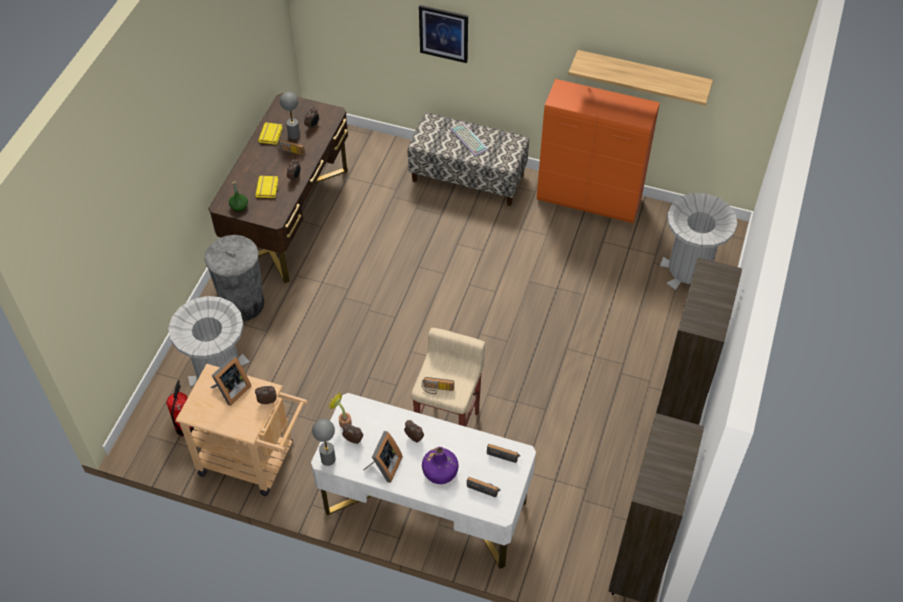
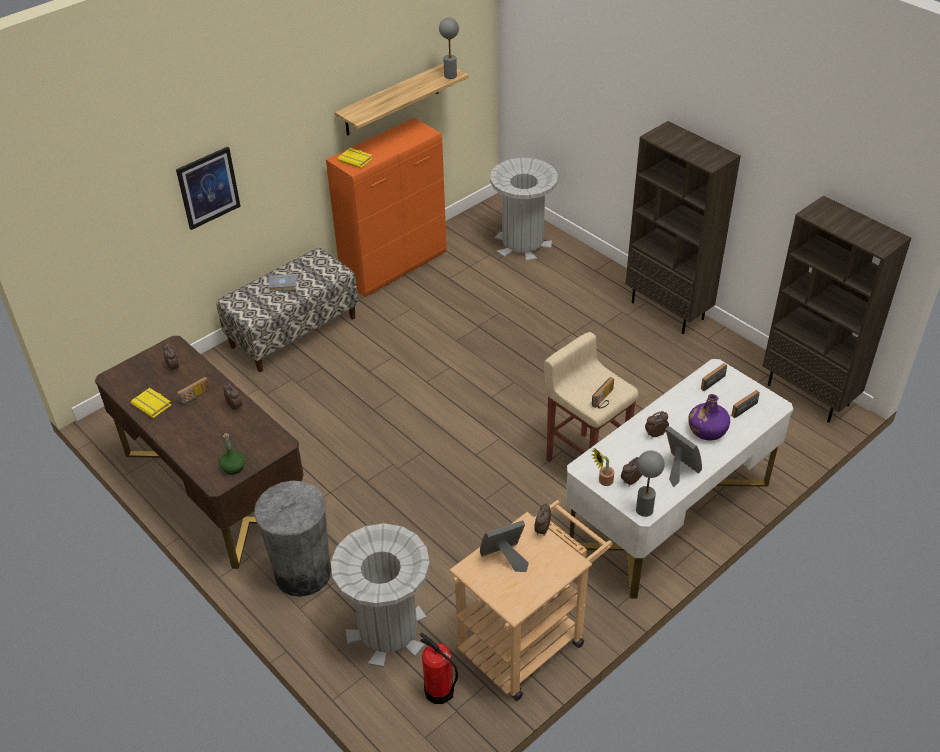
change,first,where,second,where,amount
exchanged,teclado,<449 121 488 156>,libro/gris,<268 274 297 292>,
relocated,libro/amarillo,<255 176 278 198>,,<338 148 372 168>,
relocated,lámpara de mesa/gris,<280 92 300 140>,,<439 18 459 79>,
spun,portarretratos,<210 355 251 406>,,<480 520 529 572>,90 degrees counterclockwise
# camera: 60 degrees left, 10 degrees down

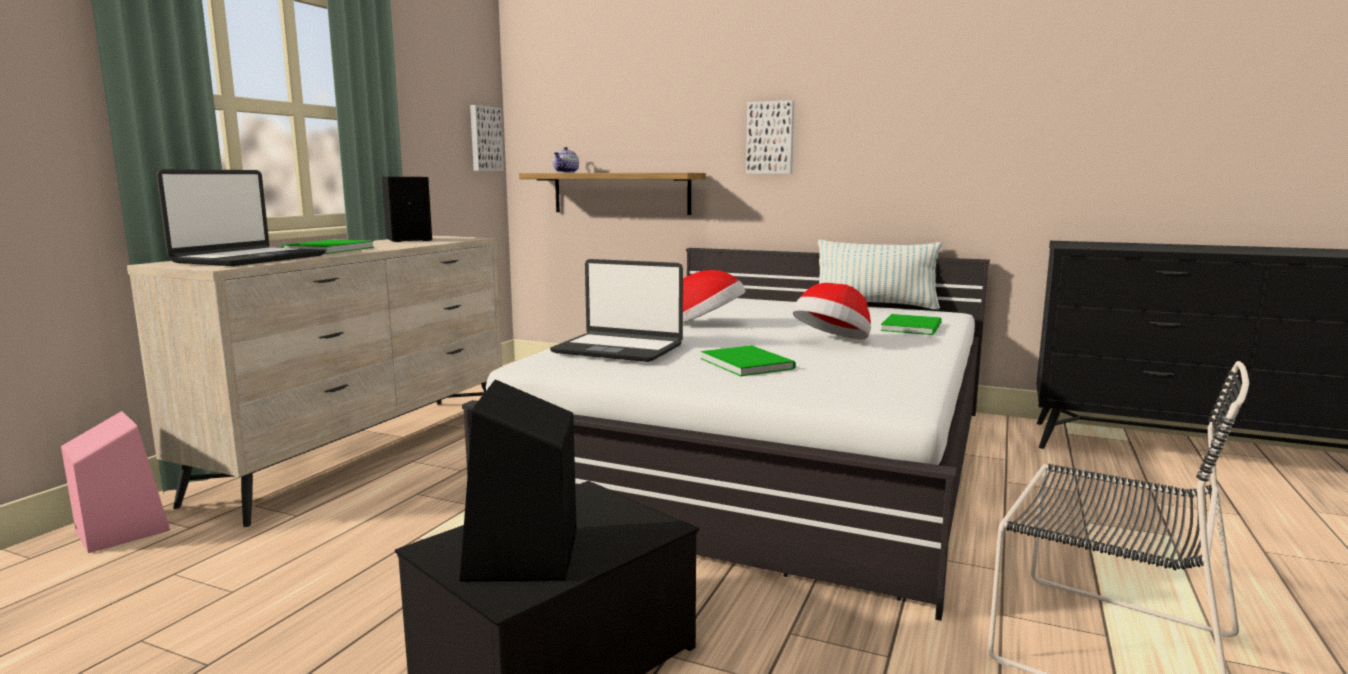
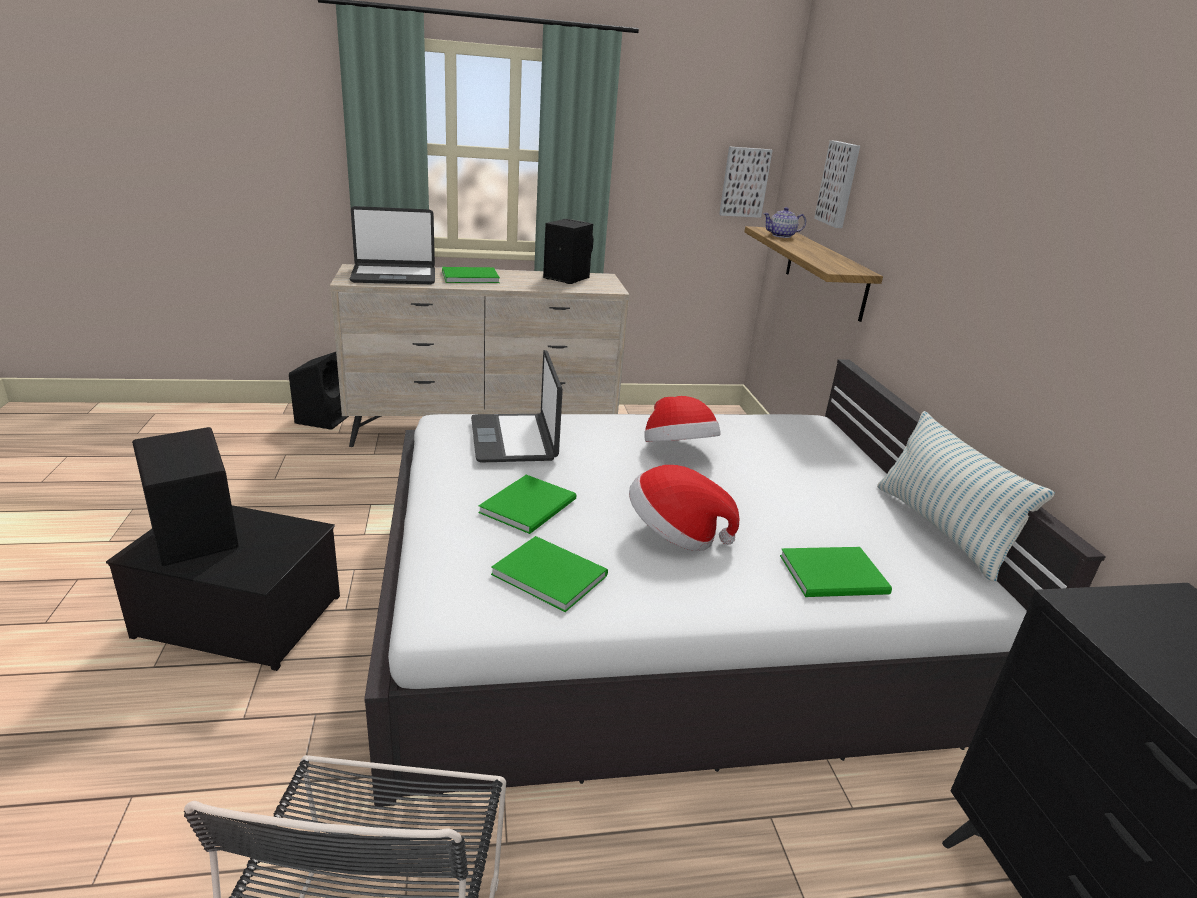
change,first,where,second,where,amount
colour,altavoz/rosa,<61 411 170 553>,altavoz/negro,<289 352 349 430>,
appeared,,,libro/verde,<491 536 608 612>,
relocated,cuadro,<746 100 794 174>,,<814 140 860 228>,
# camera: 55 degrees right, 15 degrees up

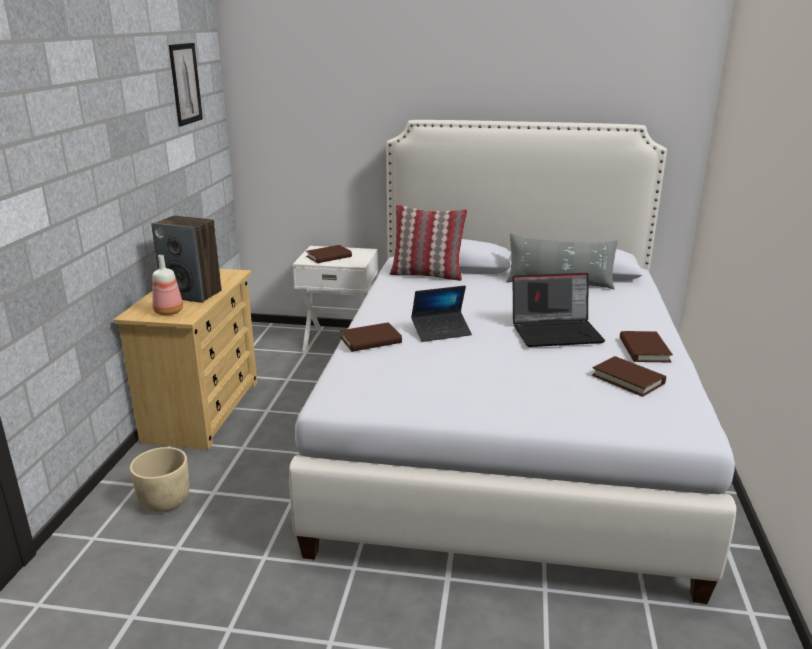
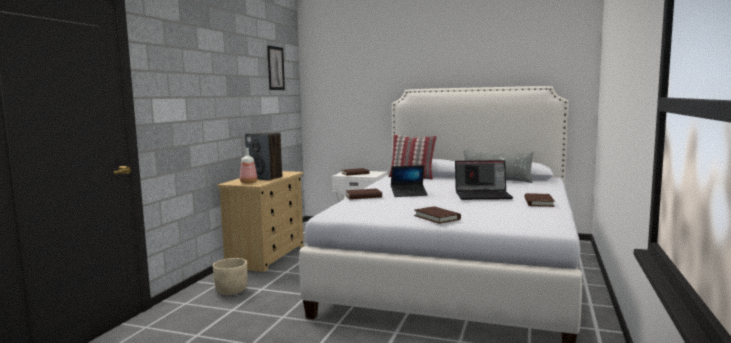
change,first,where,second,where,amount
relocated,libro/marrón,<592 356 666 397>,,<414 206 461 224>,
# camera: 10 degrees right, 15 degrees down

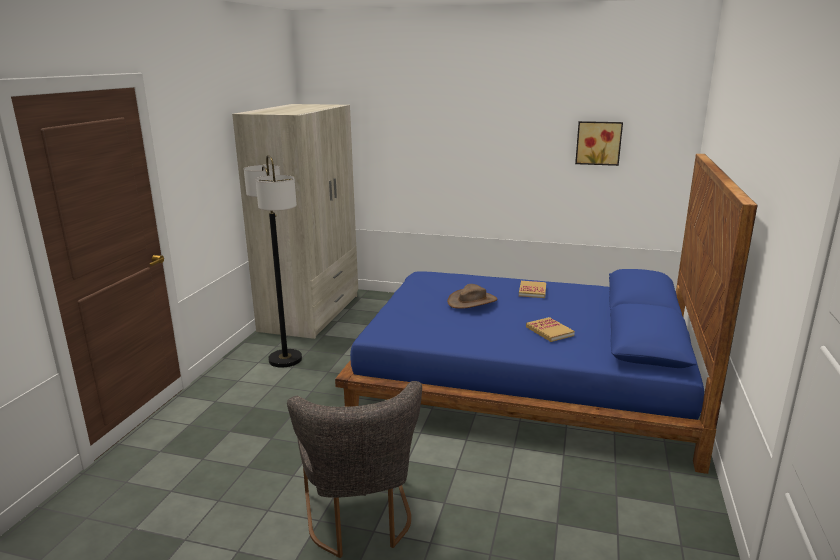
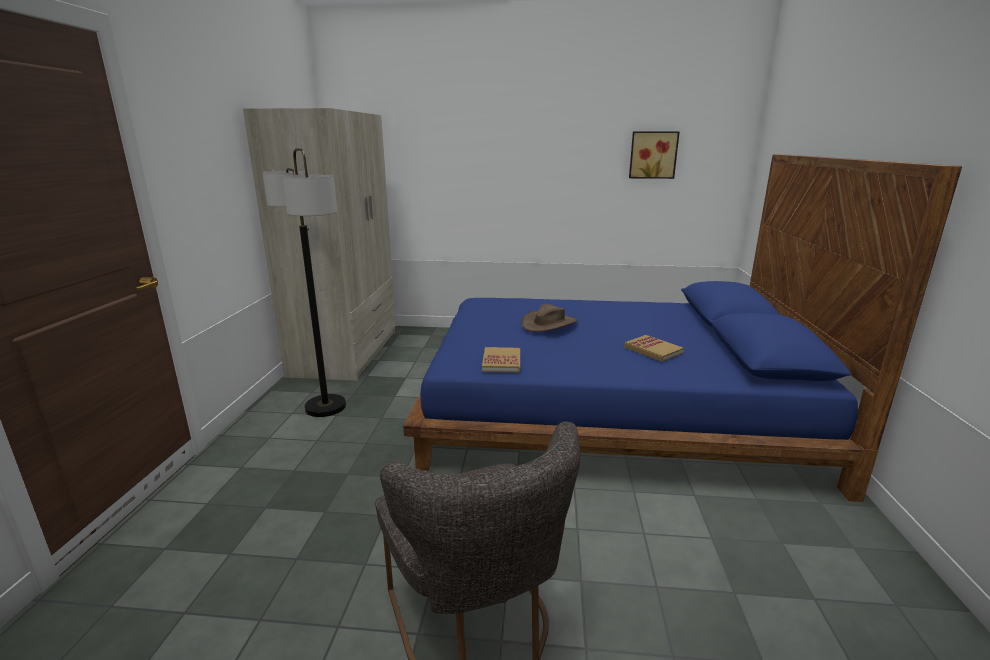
change,first,where,second,where,amount
relocated,libro,<519 281 546 298>,,<482 347 520 373>,
# camera: 10 degrees left, 0 degrees up

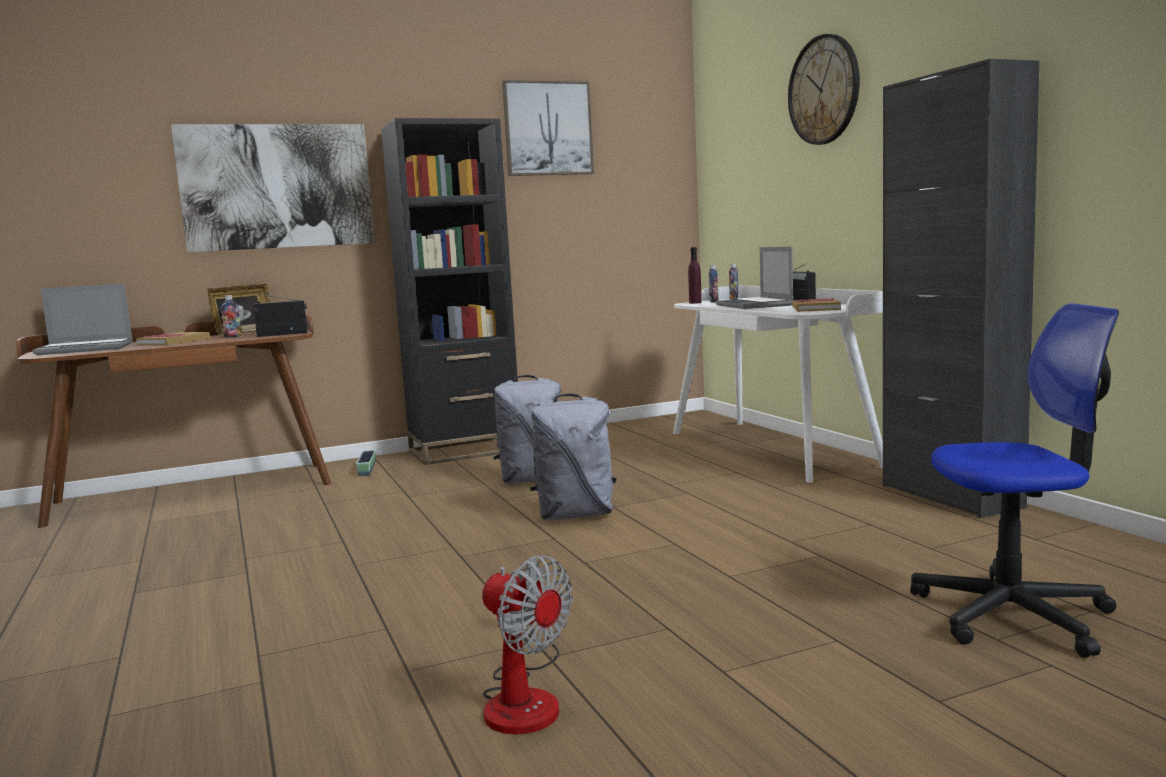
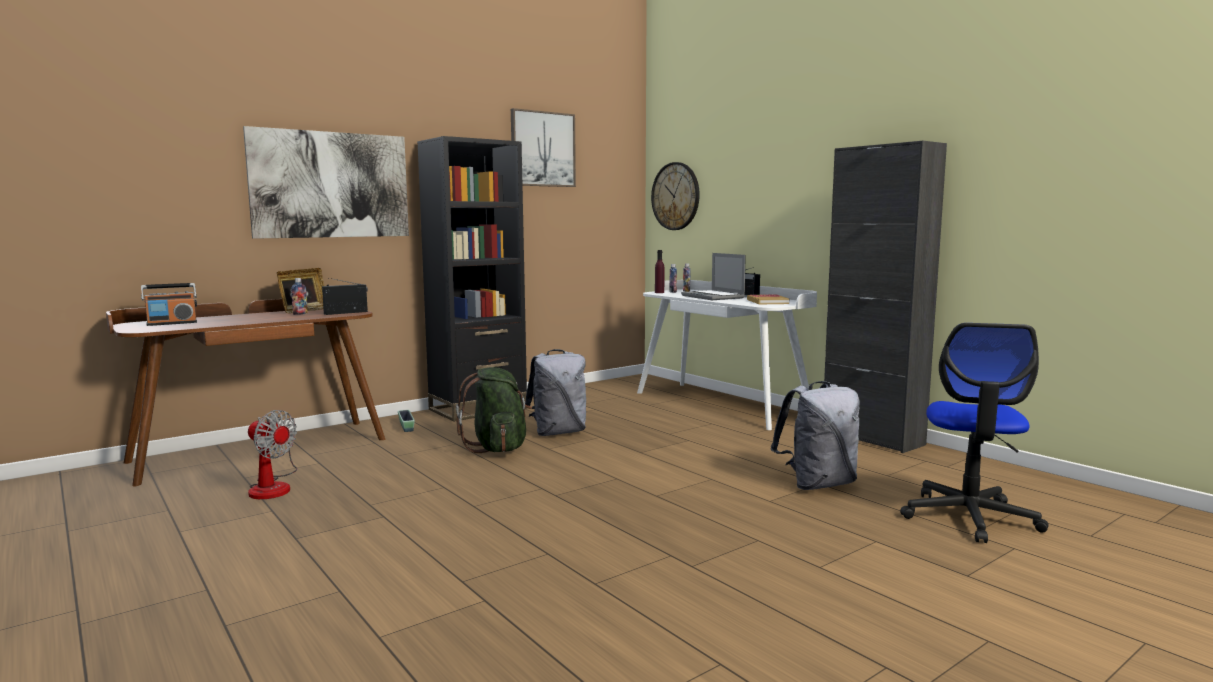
change,first,where,second,where,amount
exchanged,portátil,<33 283 133 355>,radio,<141 283 197 326>,
relocated,ventilador,<482 556 573 735>,,<248 410 298 499>,
appeared,,,mochila/verde,<456 367 532 453>,
relocated,reloj de pared,<788 34 860 145>,,<651 162 700 230>,
relocated,mochila/gris,<530 393 617 520>,,<771 381 860 490>,
spun,silla de oficina,<910 303 1119 658>,,<900 323 1049 543>,120 degrees clockwise
missing,libro,<136 332 210 346>,,,
# camera: 15 degrees left, 0 degrees up

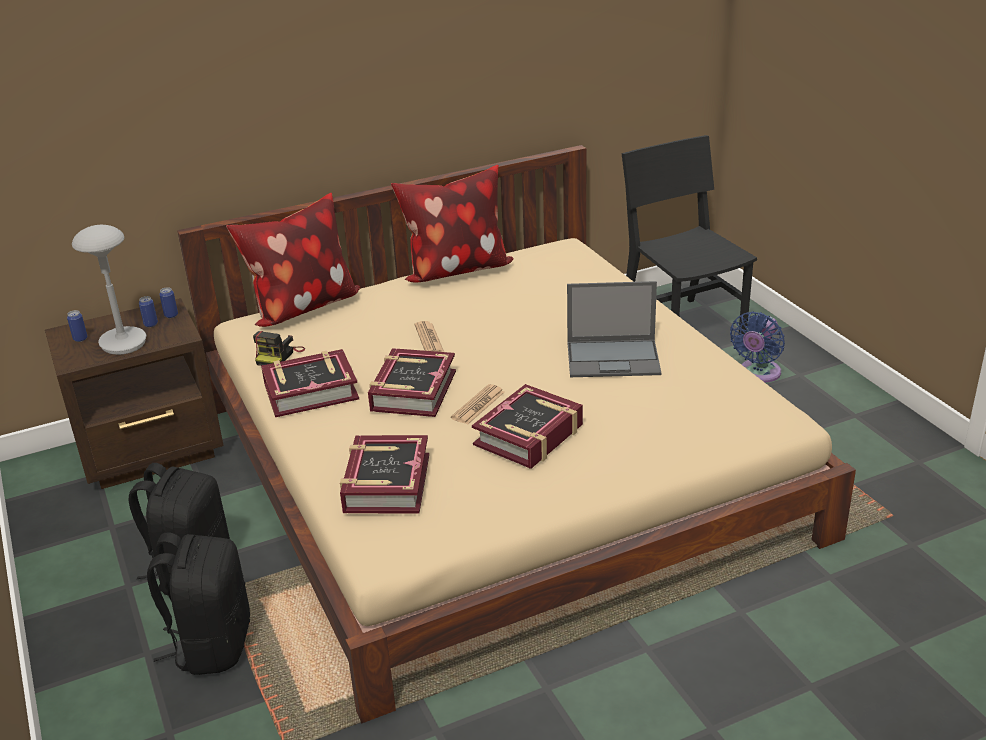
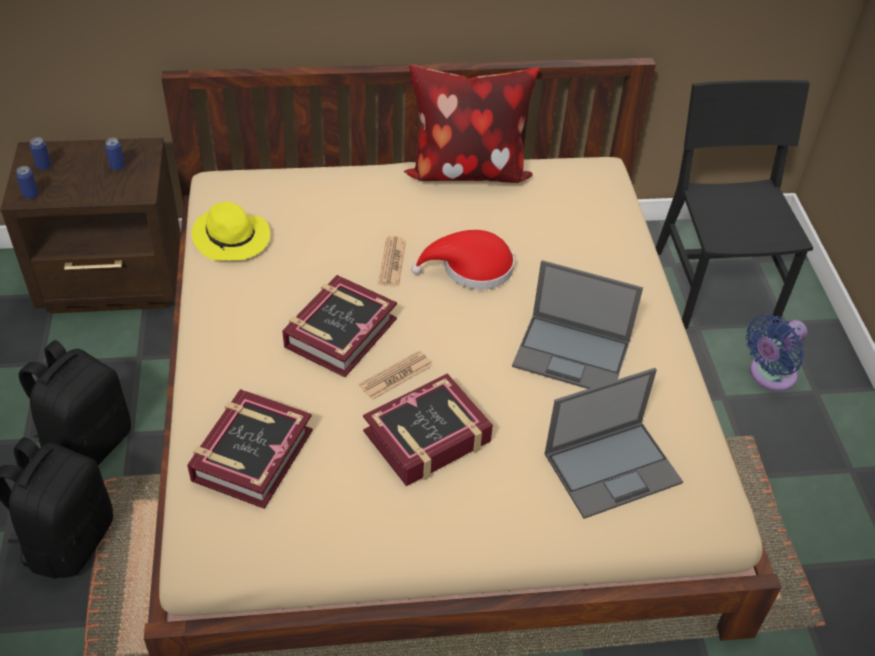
change,first,where,second,where,amount
relocated,lata,<159 287 178 318>,,<16 166 39 199>,
exchanged,cámara,<253 331 305 366>,sombrero/amarillo,<191 202 270 261>,
appeared,,,sombrero/rojo,<411 230 514 290>,
appeared,,,portátil,<544 368 683 519>,
missing,lámpara de mesa/gris,<72 225 147 355>,,,
missing,cojín,<226 193 360 327>,,,
missing,libro,<261 349 359 417>,,,
# camera: 15 degrees right, 15 degrees up

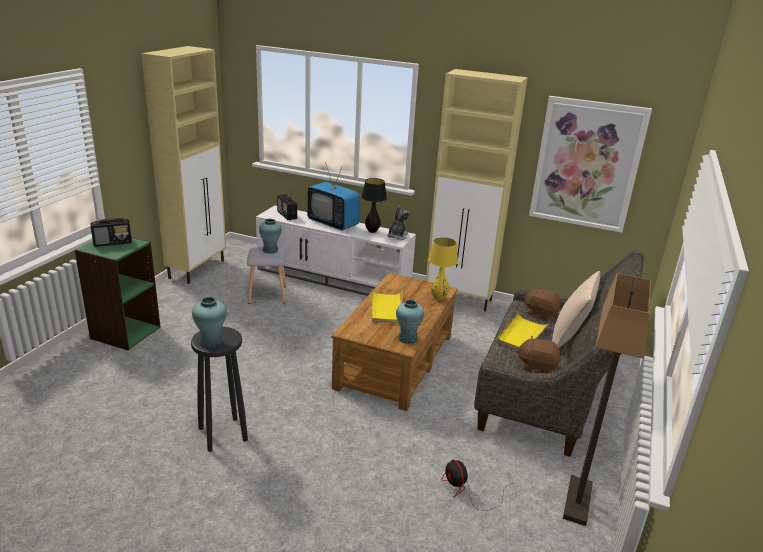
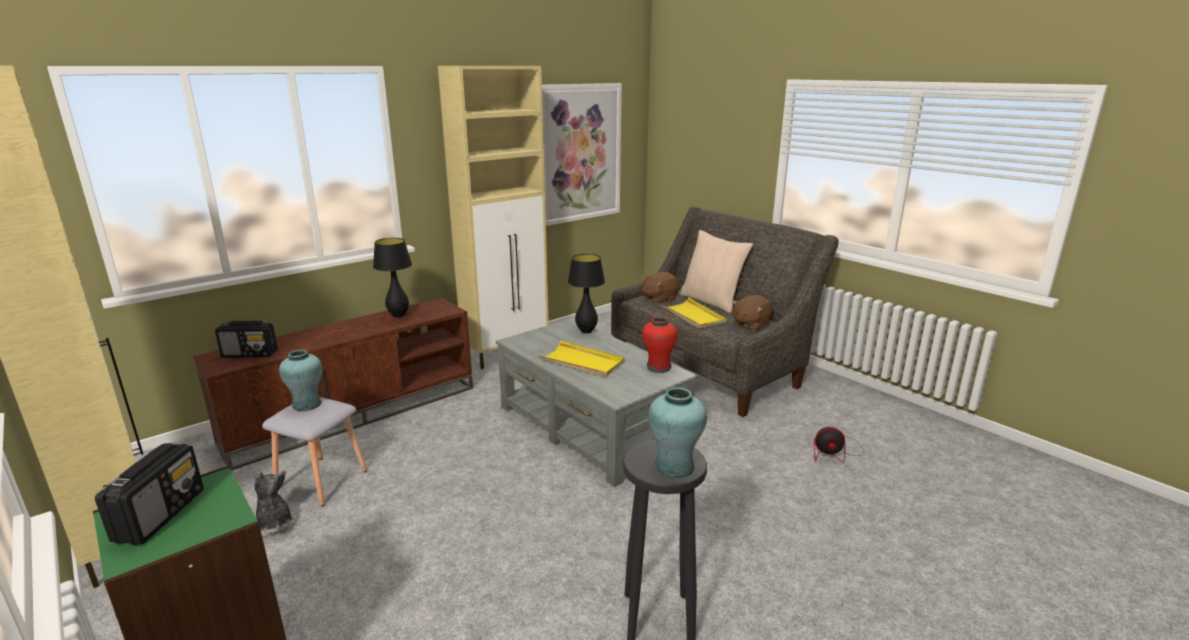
change,first,where,second,where,amount
colour,mueble de televisión/blanco,<256 205 416 296>,mueble de televisión/marrón,<193 298 473 471>,
relocated,peluche,<387 206 410 240>,,<254 471 296 536>,
colour,mesa de centro/marrón,<331 273 458 411>,mesa de centro/gris,<496 318 698 487>,
colour,lámpara de mesa/amarillo,<428 237 458 300>,lámpara de mesa/negro,<568 254 605 333>,
colour,florero/turquesa,<396 299 424 344>,florero/rojo,<642 317 678 373>,
missing,televisor,<307 164 360 231>,,,
missing,lámpara de pie,<563 273 651 526>,,,
# camera: 60 degrees left, 5 degrees down

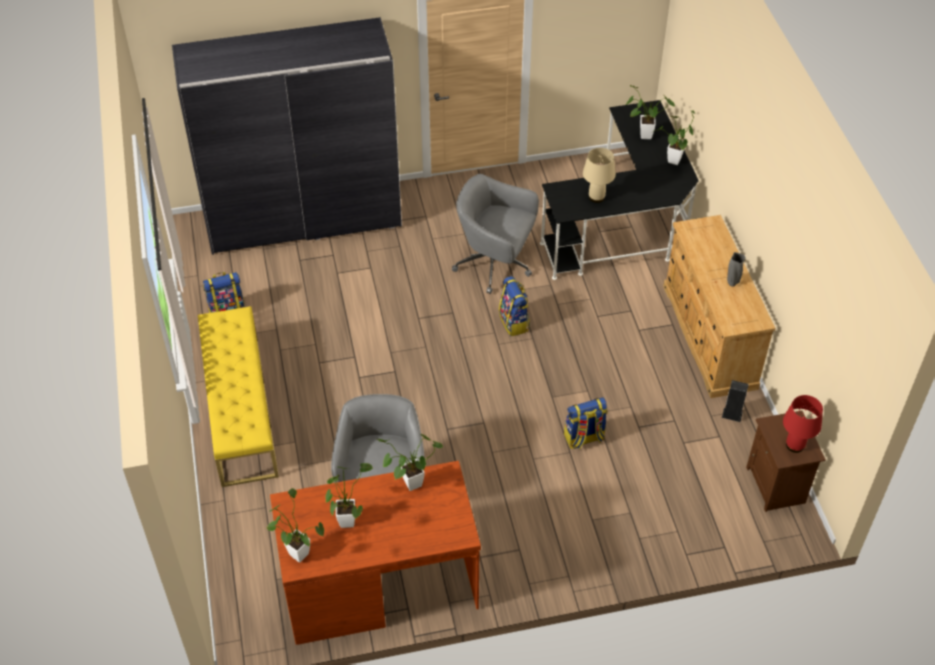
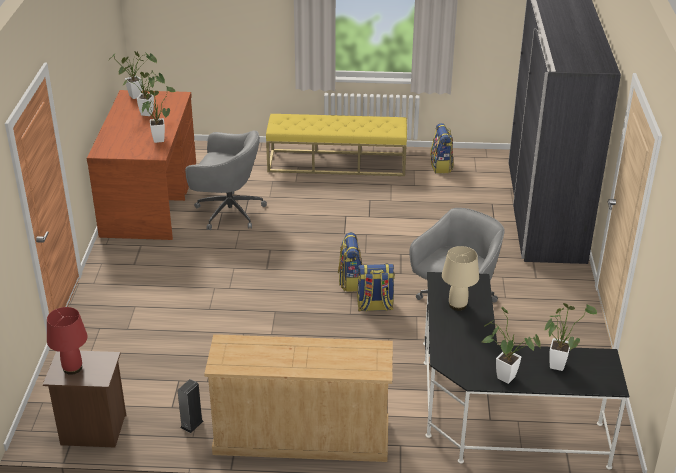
change,first,where,second,where,amount
relocated,mochila,<564 397 608 449>,,<338 232 362 292>,
missing,florero/gris,<727 252 745 287>,,,
# camera: 105 degrees right, 15 degrees down

